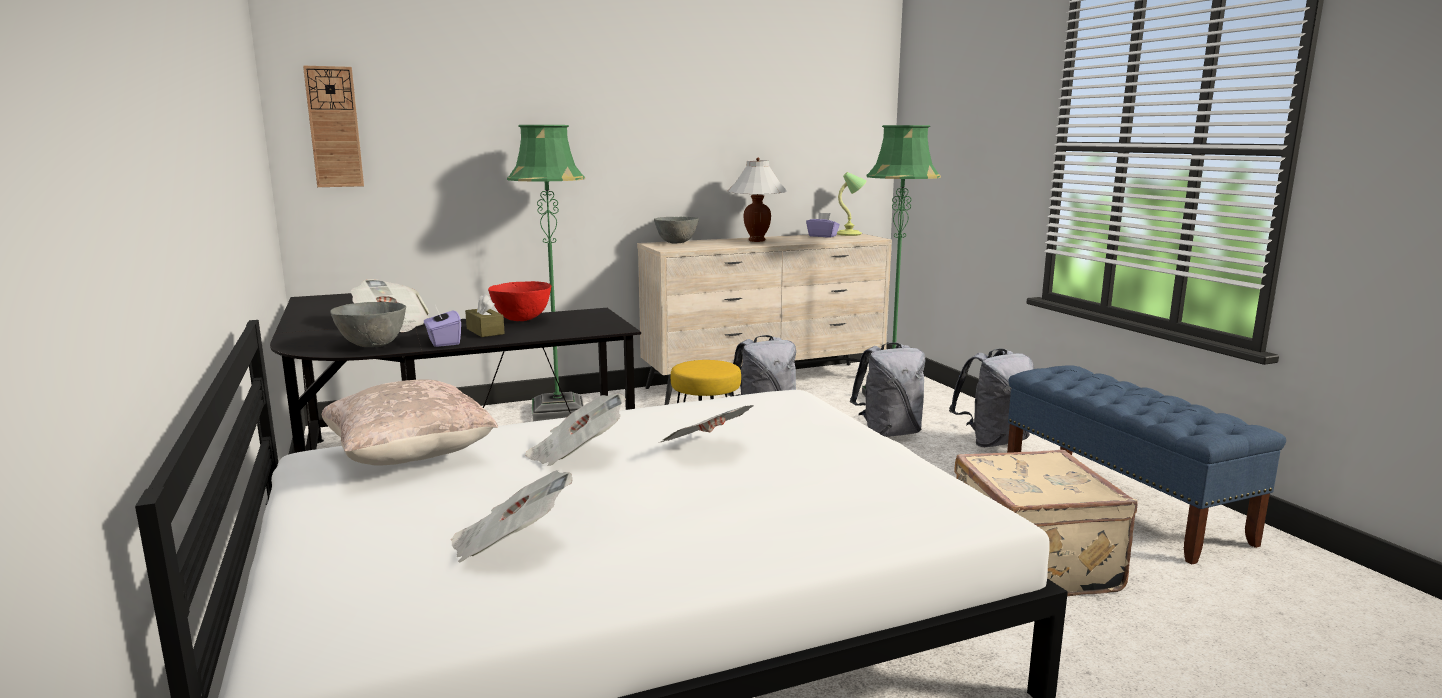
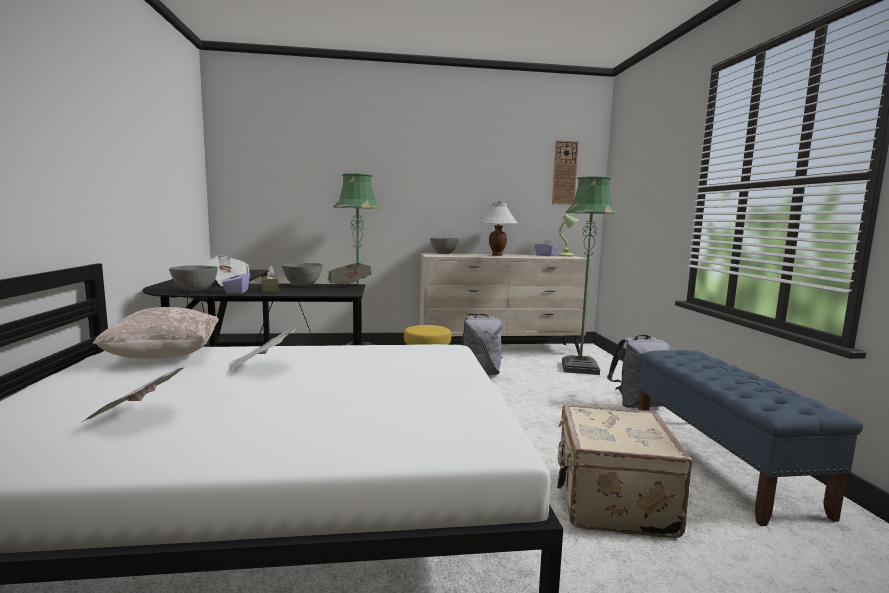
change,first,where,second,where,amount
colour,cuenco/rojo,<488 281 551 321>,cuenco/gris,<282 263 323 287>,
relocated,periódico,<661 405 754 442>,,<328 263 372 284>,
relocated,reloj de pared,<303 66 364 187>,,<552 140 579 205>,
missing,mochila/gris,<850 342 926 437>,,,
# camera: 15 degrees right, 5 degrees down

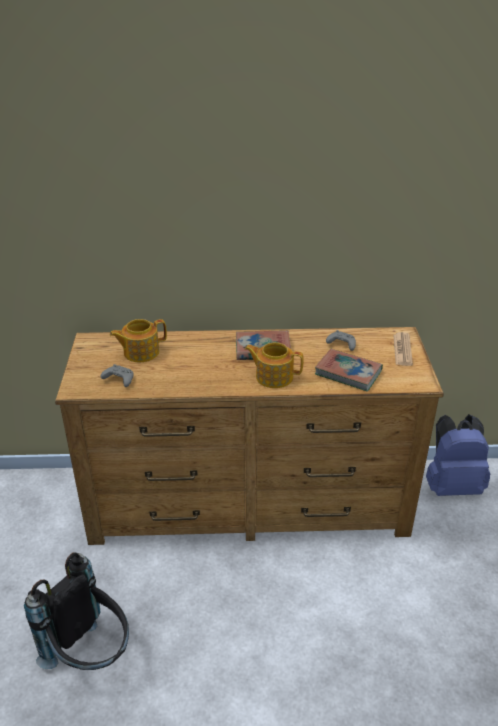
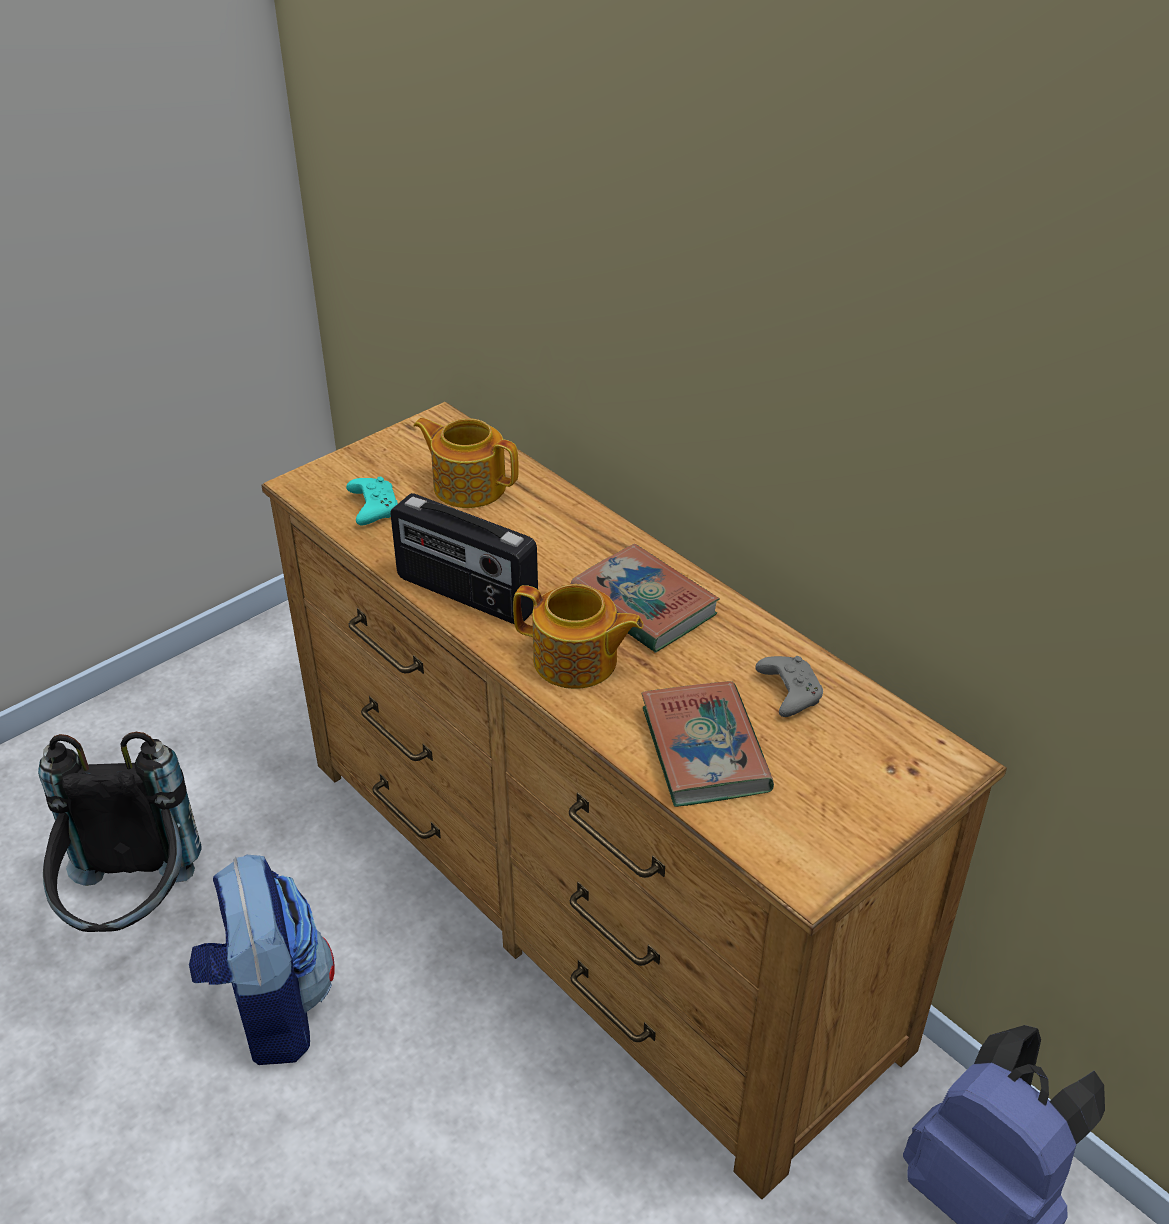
change,first,where,second,where,amount
appeared,,,mochila,<189 855 335 1065>,
colour,mando de consola/gris,<101 364 134 387>,mando de consola/turquesa,<346 477 398 525>,
appeared,,,radio,<390 493 538 625>,
spun,tetera,<245 342 304 388>,,<513 584 643 689>,135 degrees clockwise
missing,periódico,<393 332 413 366>,,,
# camera: 50 degrees right, 5 degrees up

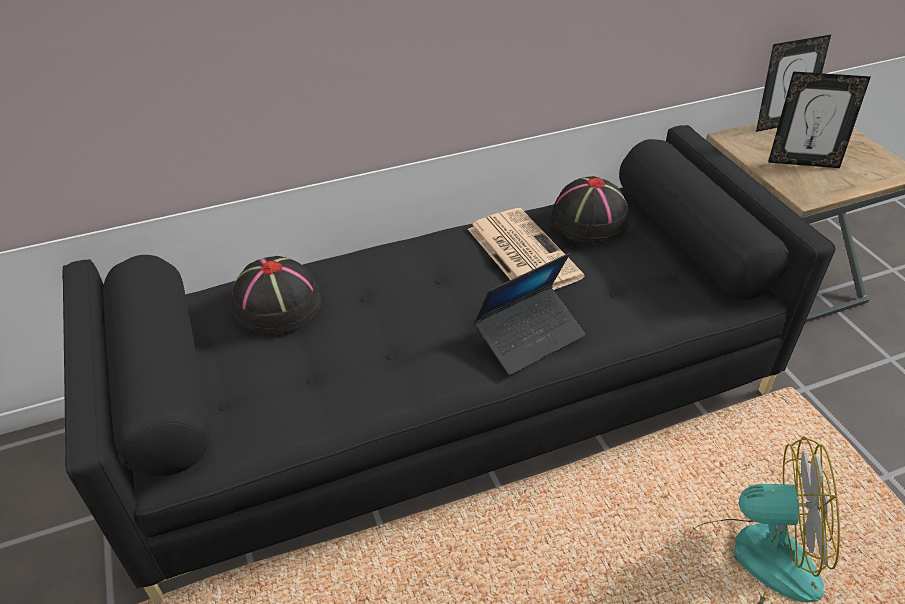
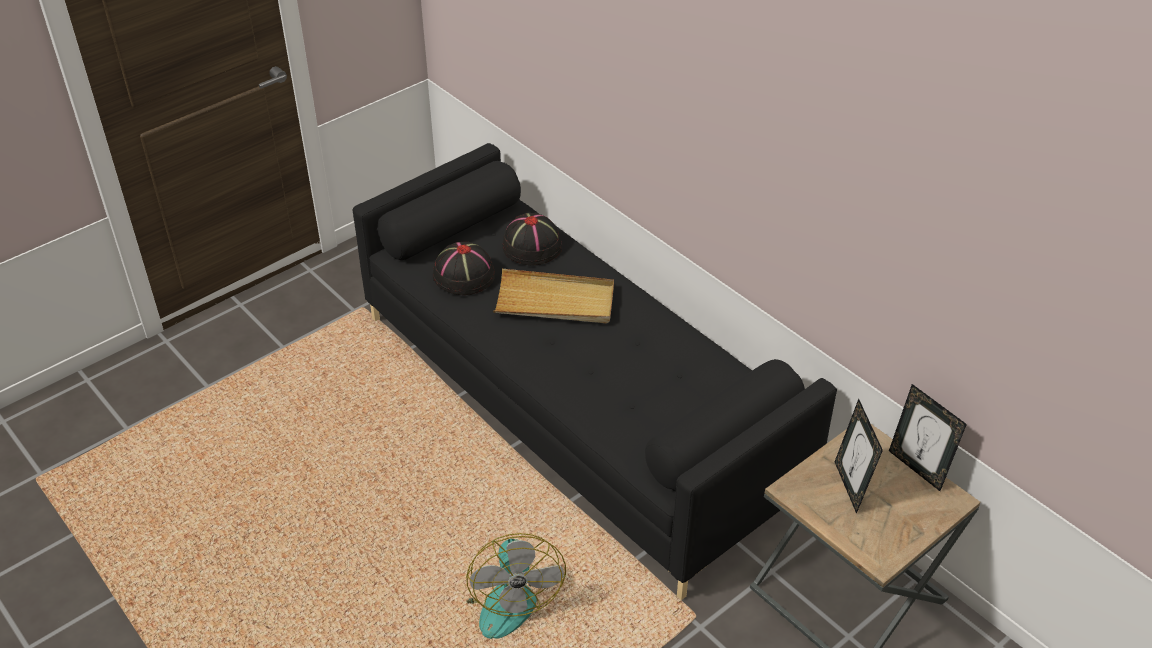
change,first,where,second,where,amount
relocated,sombrero/negro,<550 176 629 244>,,<433 242 495 295>,
appeared,,,bandeja/beis,<493 269 614 323>,
missing,periódico,<468 208 585 290>,,,
missing,portátil,<474 253 585 375>,,,
# camera: 70 degrees right, 0 degrees up

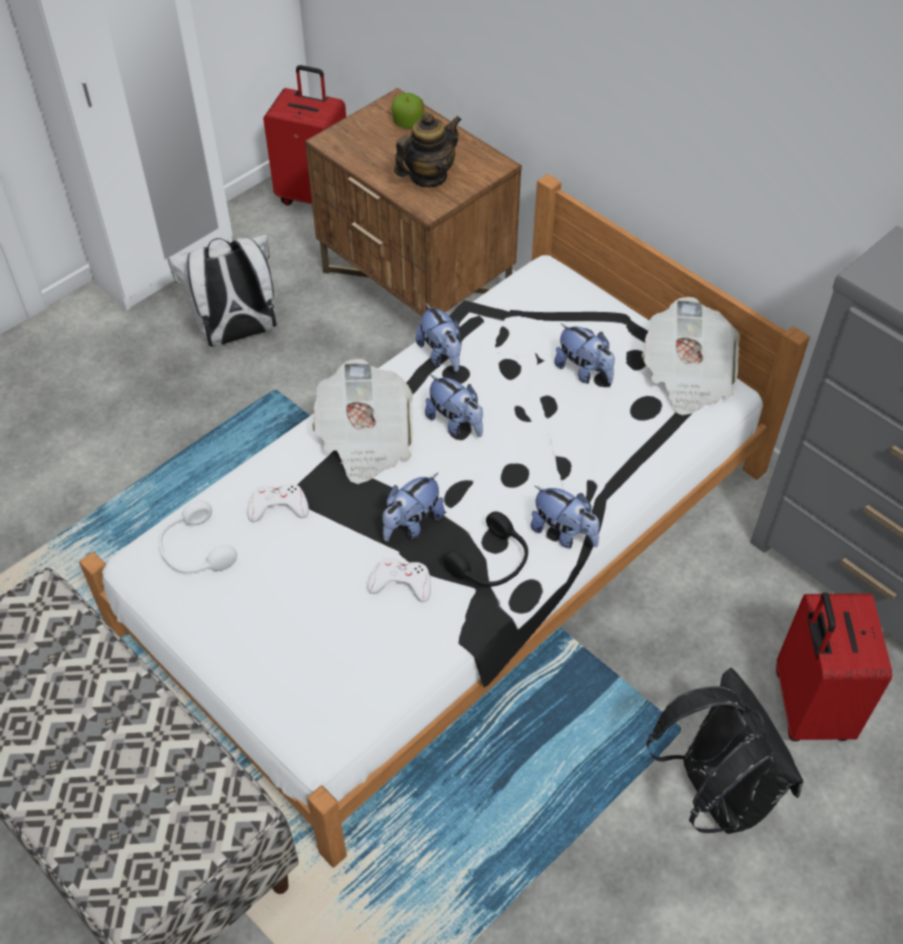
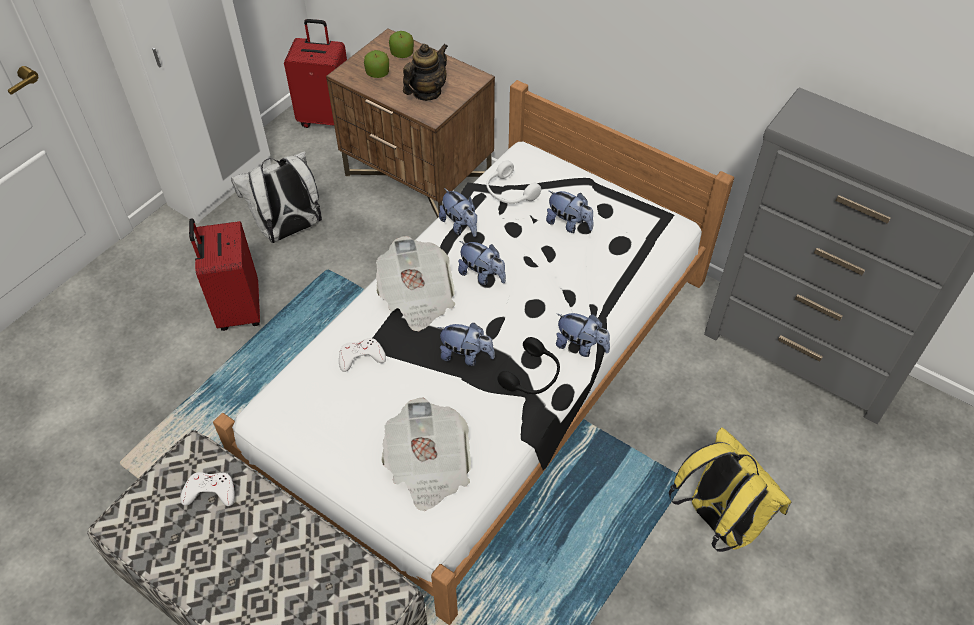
change,first,where,second,where,amount
relocated,mando de consola/blanco,<367 558 431 602>,,<180 472 235 506>,
relocated,maleta/rojo,<776 593 892 741>,,<189 219 260 331>,
appeared,,,manzana,<364 50 389 78>,
relocated,periódico,<642 297 740 416>,,<381 398 471 511>,
spun,peluche,<382 473 445 541>,,<437 323 495 366>,105 degrees counterclockwise
relocated,auriculares/blanco,<158 500 237 574>,,<486 161 541 204>,
colour,mochila/negro,<646 668 804 834>,mochila/amarillo,<669 427 791 552>,
# camera: 10 degrees left, 0 degrees up

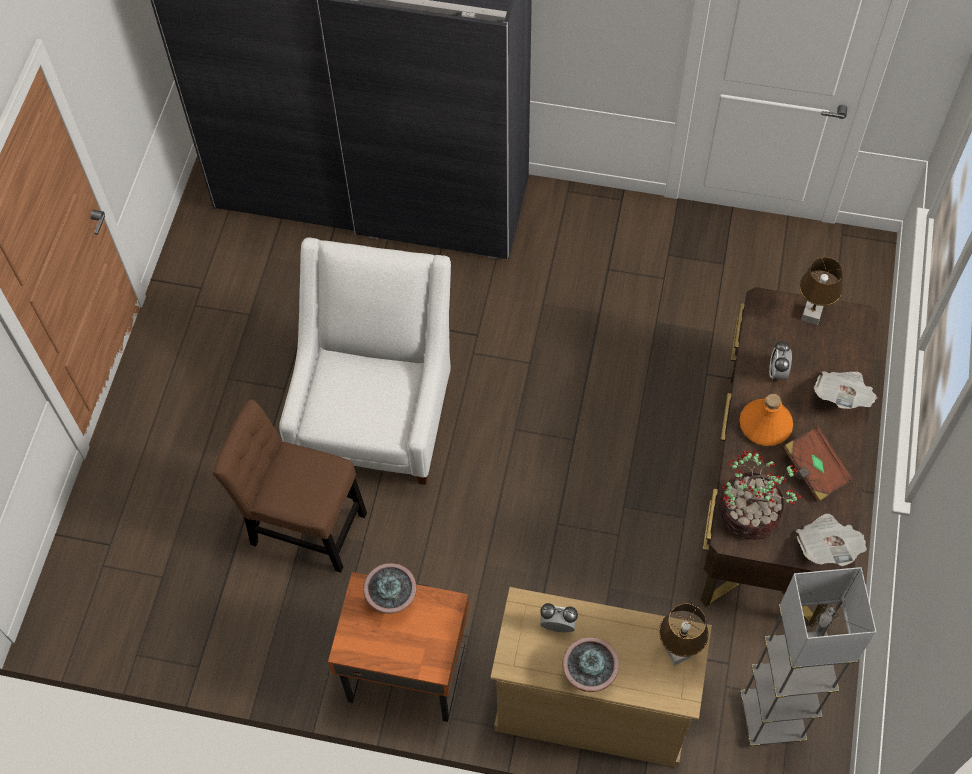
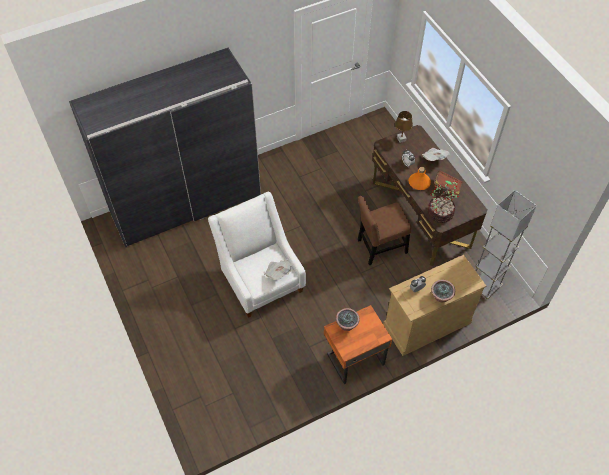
change,first,where,second,where,amount
relocated,periódico,<796 514 867 566>,,<264 260 293 280>,
relocated,silla/marrón,<213 399 367 572>,,<358 196 412 265>,
missing,lámpara de mesa/marrón,<659 603 708 665>,,,
# camera: 40 degrees left, 5 degrees down

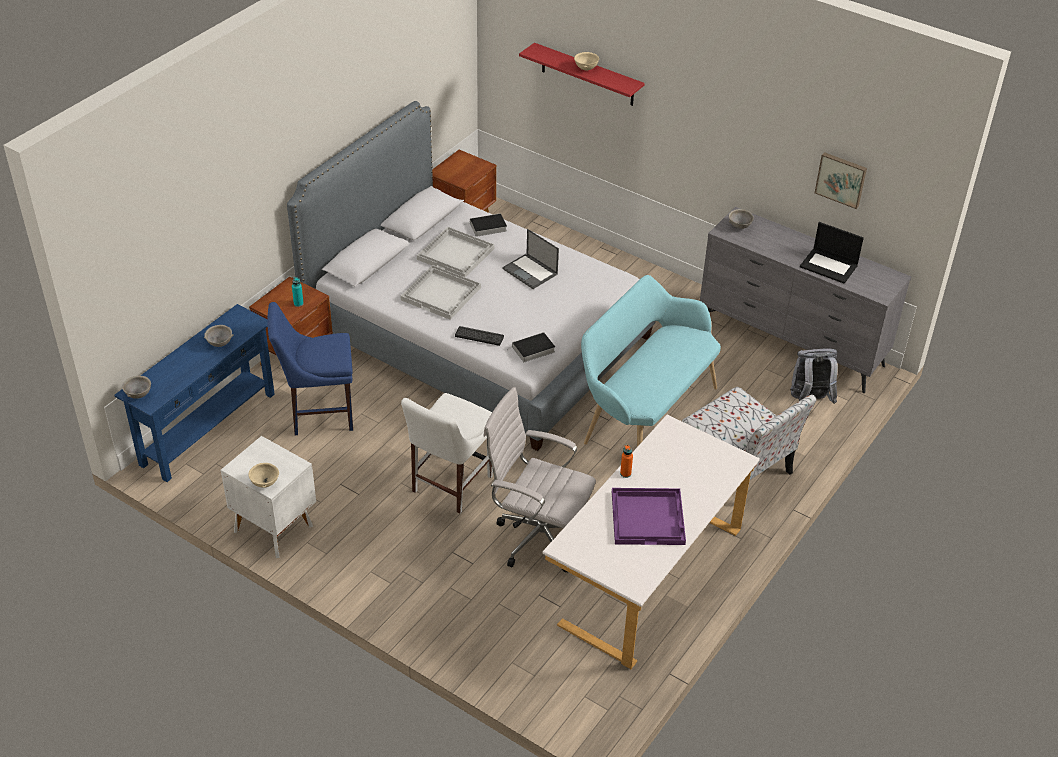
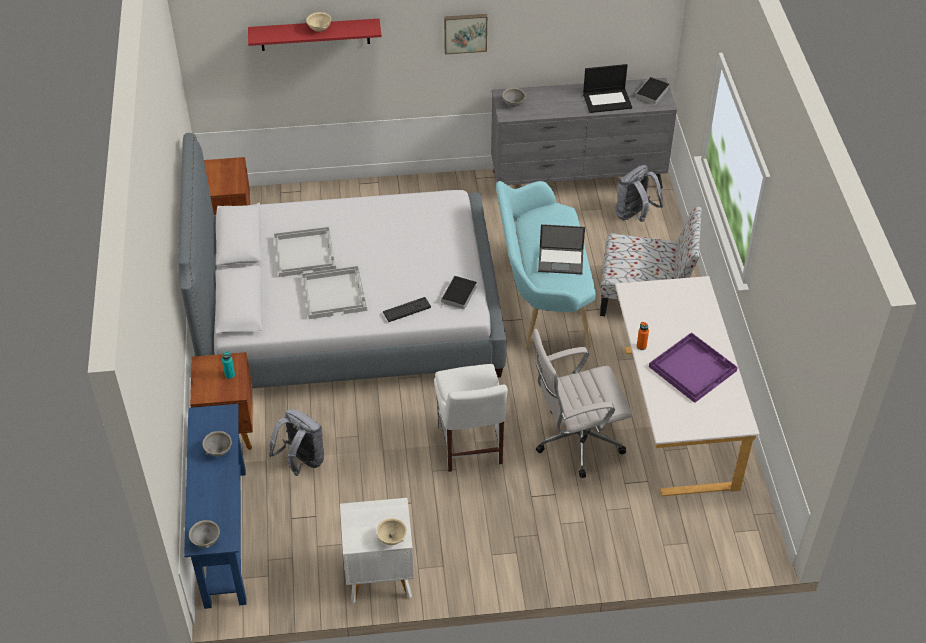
change,first,where,second,where,amount
exchanged,silla/azul,<267 302 353 435>,mochila/gris,<269 409 324 476>,
relocated,cuadro,<815 152 867 209>,,<444 14 487 55>,
relocated,portátil,<502 229 559 289>,,<538 224 585 274>,
relocated,libro,<468 213 507 237>,,<634 77 669 105>,
# camera: 40 degrees left, 5 degrees up

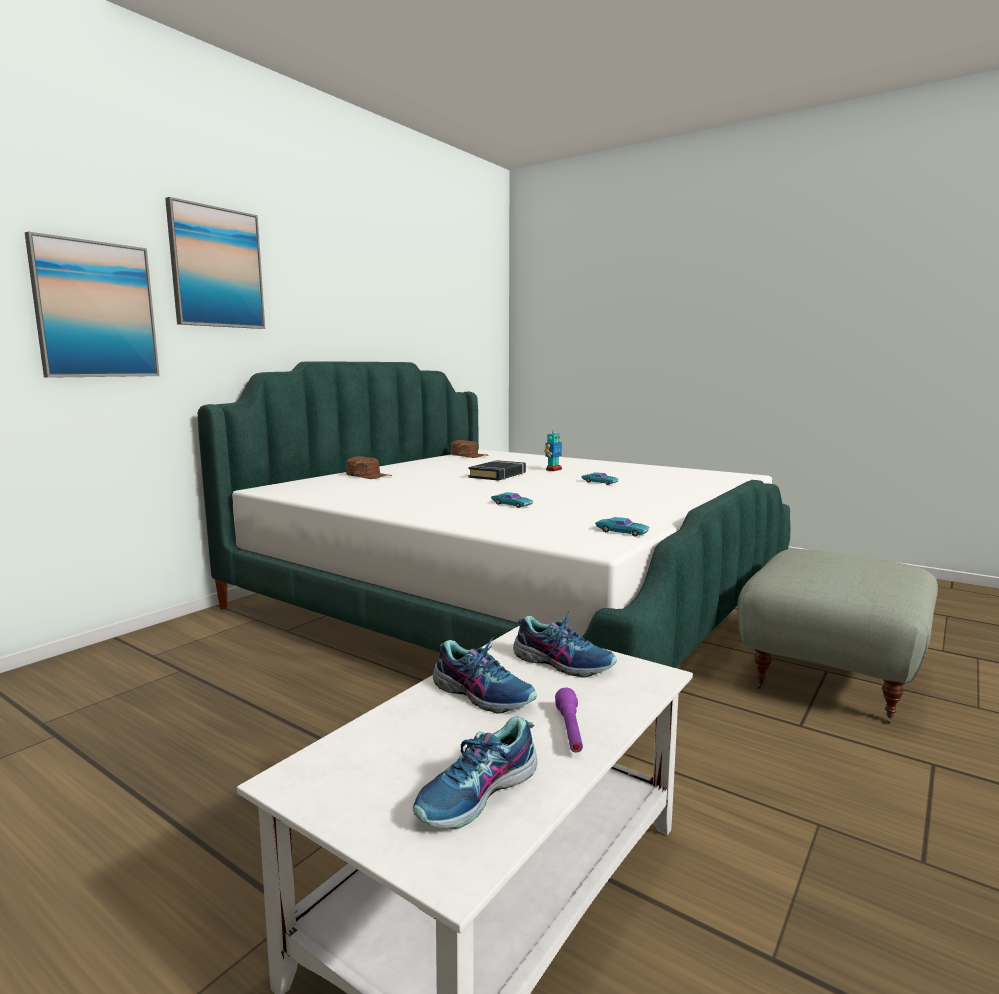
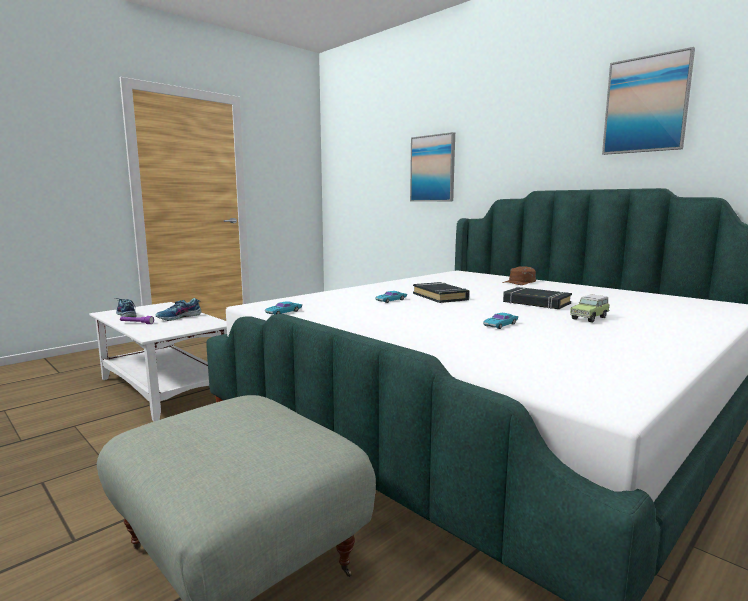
change,first,where,second,where,amount
appeared,,,libro/negro,<413 282 469 303>,
exchanged,robot de juguete,<544 431 562 471>,coche de juguete,<570 294 610 323>,
relocated,cuadro,<165 197 265 329>,,<602 47 695 155>,
missing,gorra/marrón,<450 440 488 458>,,,
missing,zapato,<513 611 617 678>,,,
# camera: 100 degrees right, 0 degrees up

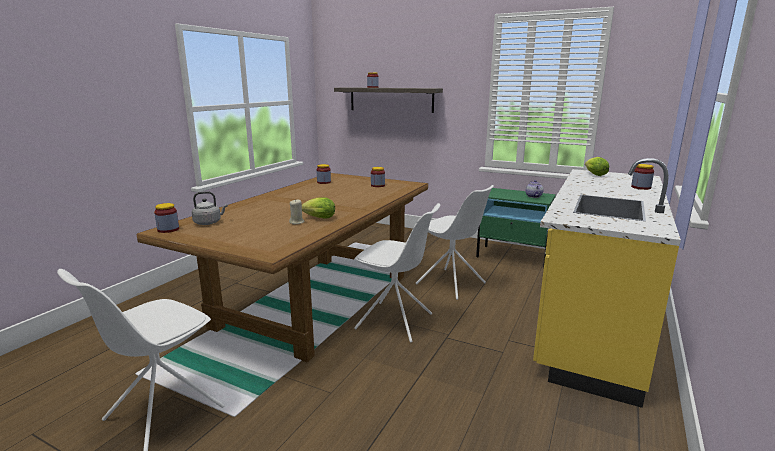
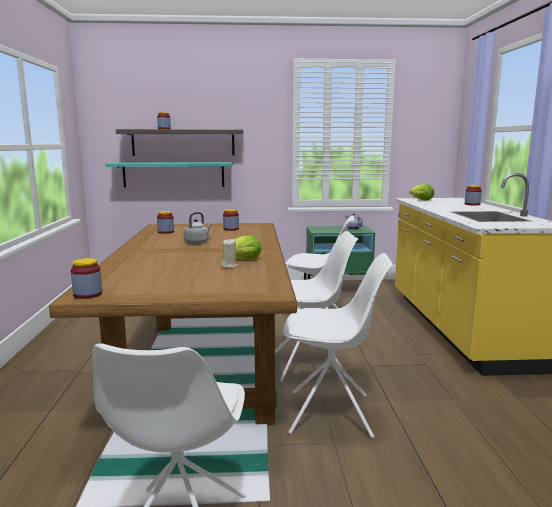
change,first,where,second,where,amount
appeared,,,estante/turquesa,<105 162 233 188>,
relocated,hervidor/gris,<192 191 228 225>,,<184 212 212 244>,
appeared,,,silla/blanco,<283 253 394 438>,
# camera: 30 degrees left, 5 degrees down

